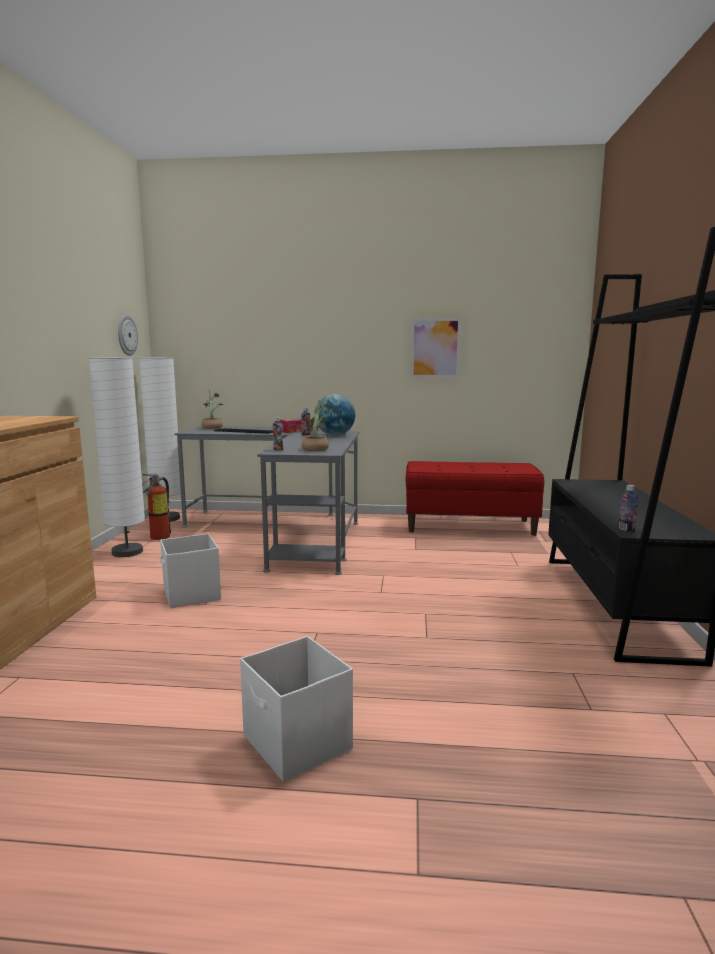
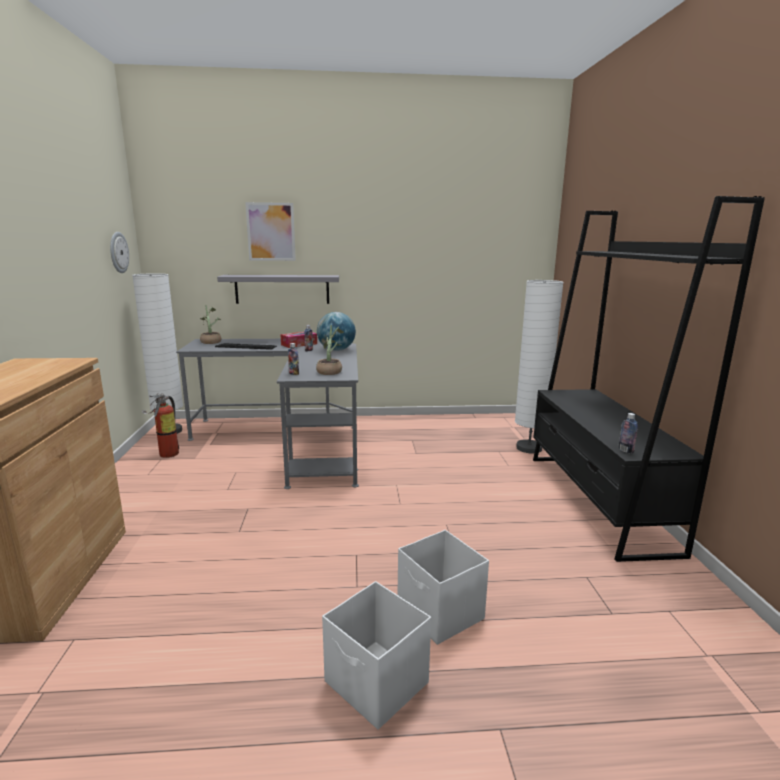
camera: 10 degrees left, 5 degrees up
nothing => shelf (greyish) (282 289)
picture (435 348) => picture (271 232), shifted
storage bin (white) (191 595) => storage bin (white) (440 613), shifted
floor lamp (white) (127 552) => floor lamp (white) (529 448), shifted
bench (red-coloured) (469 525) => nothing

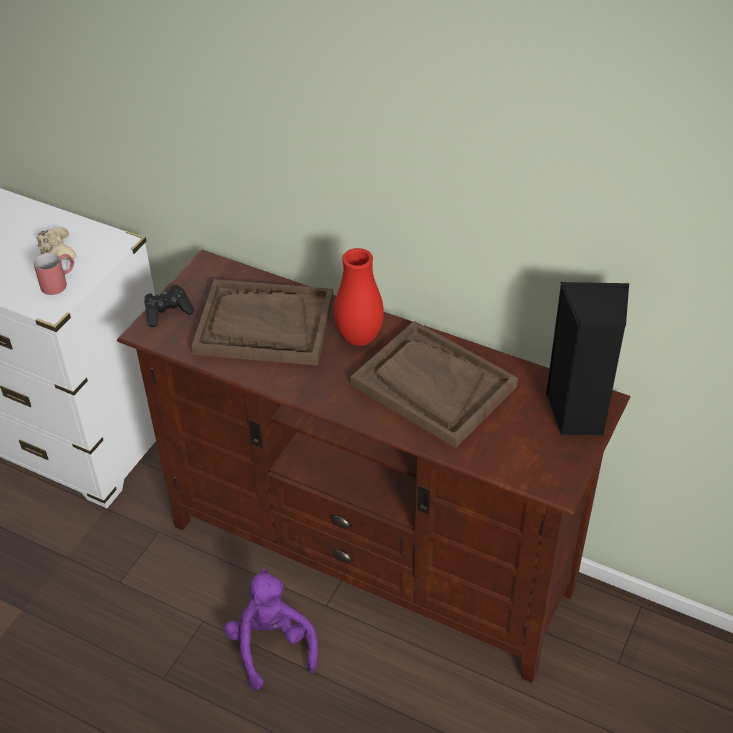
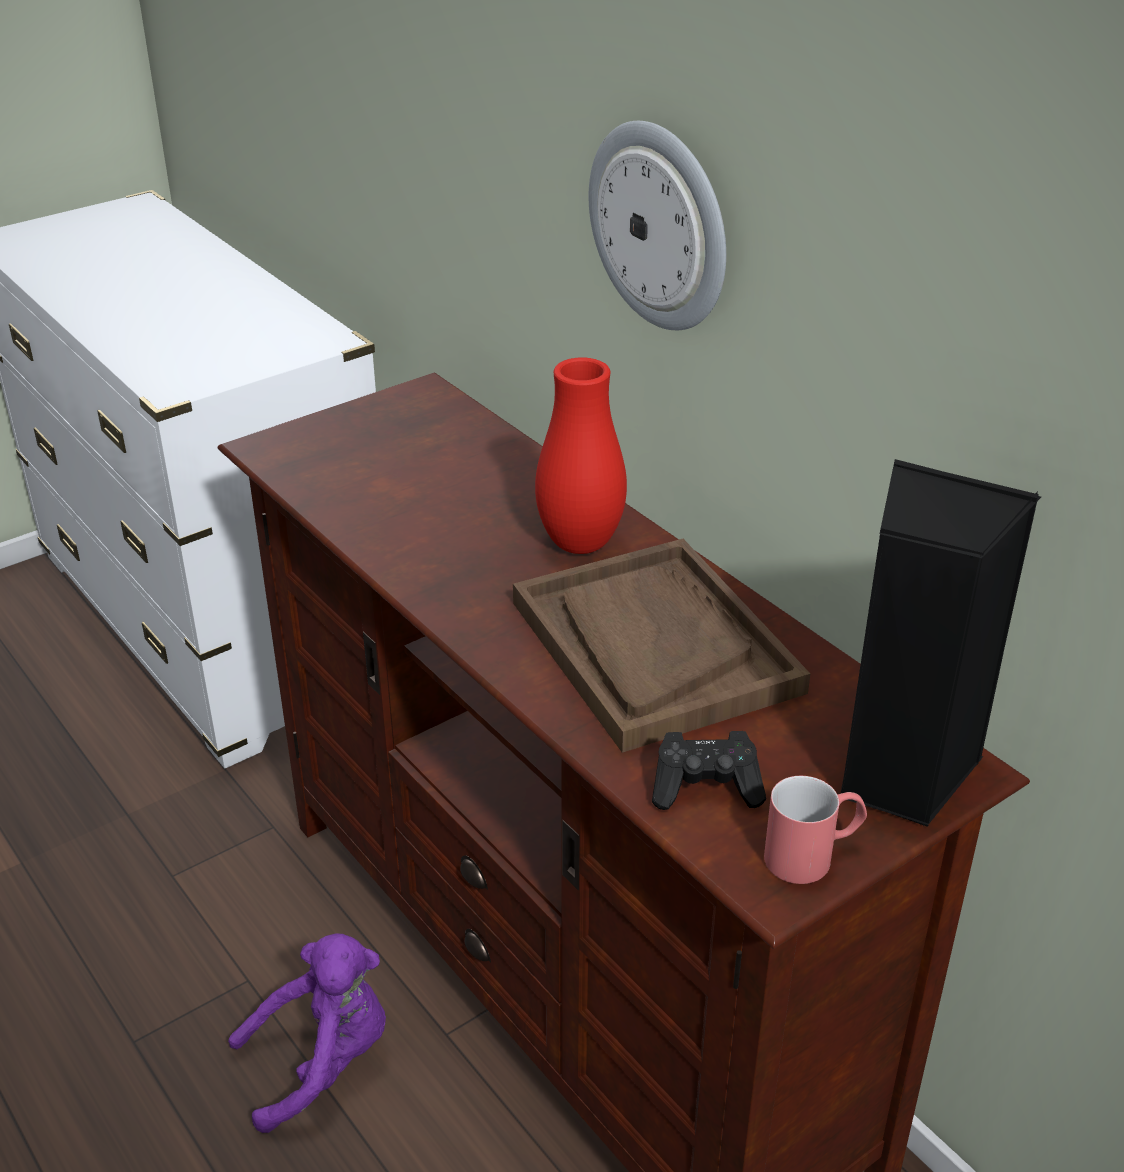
camera: 25 degrees right, 10 degrees down
soft toy (purple-coloured) (271 645) => soft toy (purple-coloured) (322 1062), 60 degrees clockwise
nothing => hanging clock (660 226)
joypad (blackish) (168 313) => joypad (blackish) (706 788), shifted
mug (red-coloured) (59 283) => mug (red-coloured) (813 855), shifted
joypad (beige) (56 250) => nothing
tray (brown-coloured) (264 325) => nothing

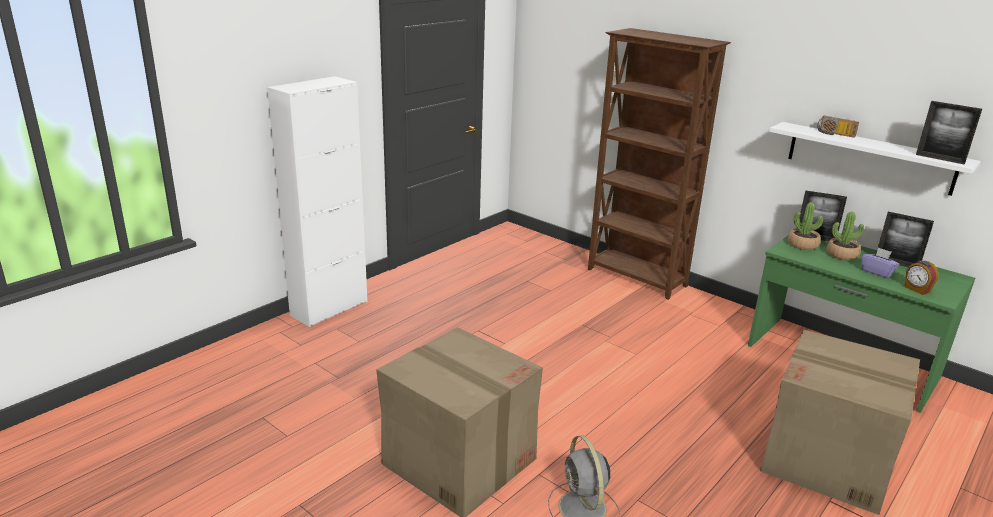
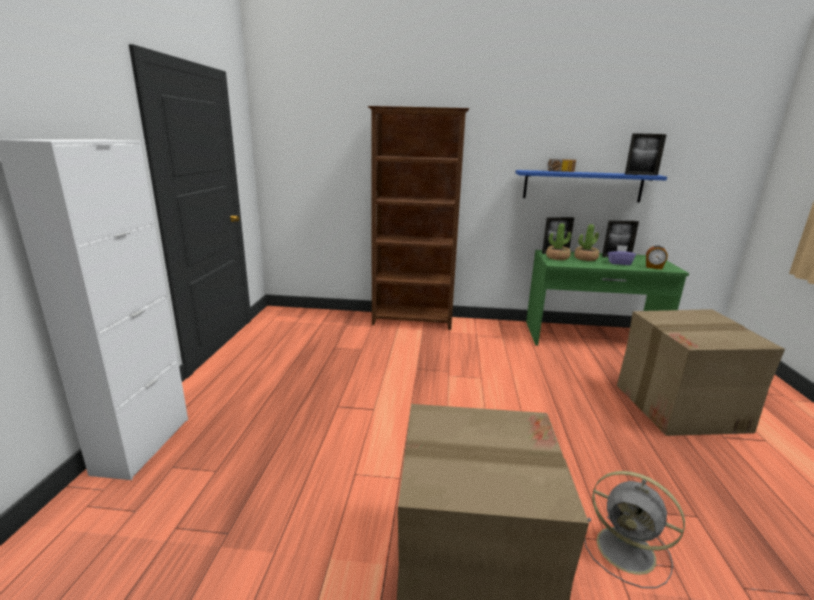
camera: 35 degrees left, 5 degrees down
shelf (white) (869 158) => shelf (blue) (582 186)

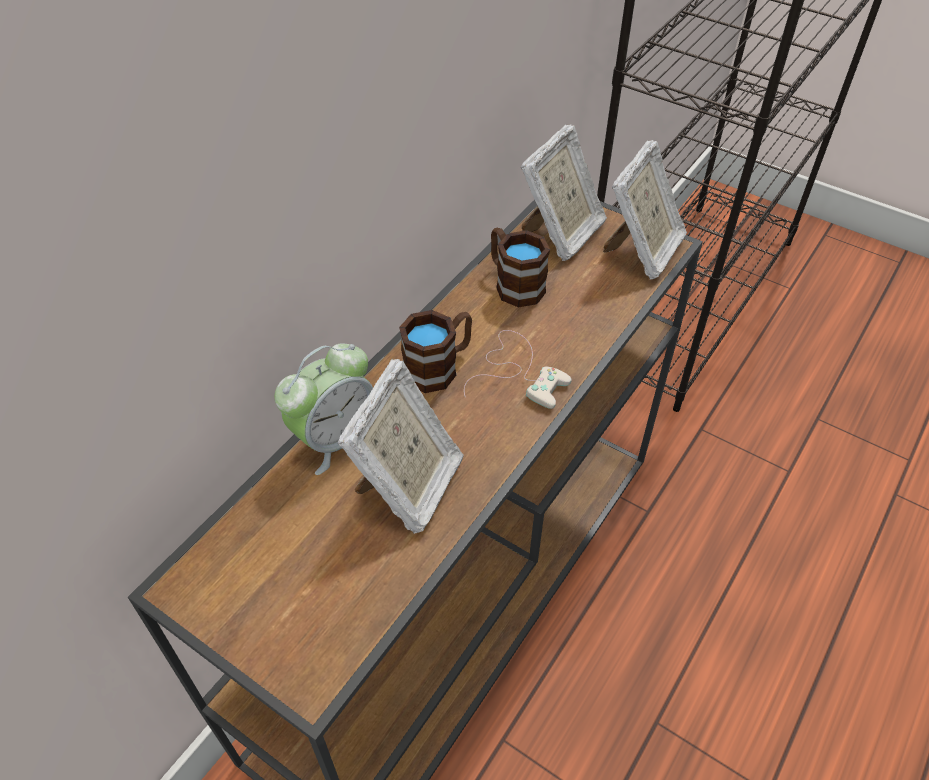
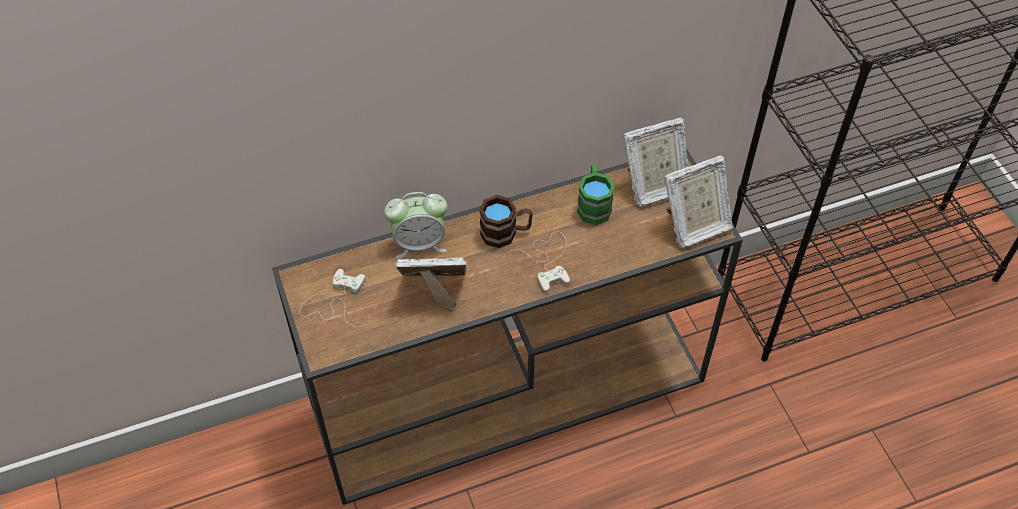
camera: 35 degrees right, 5 degrees up
nothing => joypad (white) (335 301)
standing frame (408 487) => standing frame (435 290), 150 degrees counterclockwise
mug (brown-coloured) (514 284) => mug (greenish) (593 204)

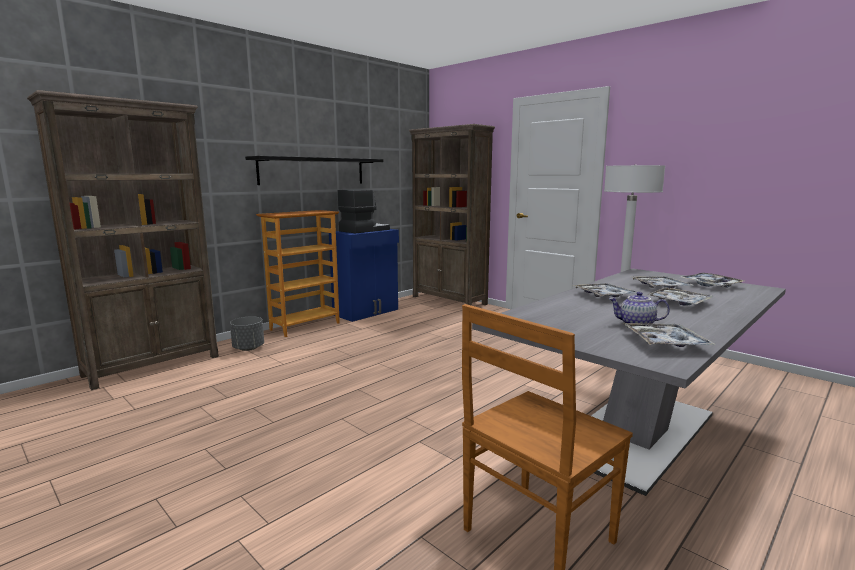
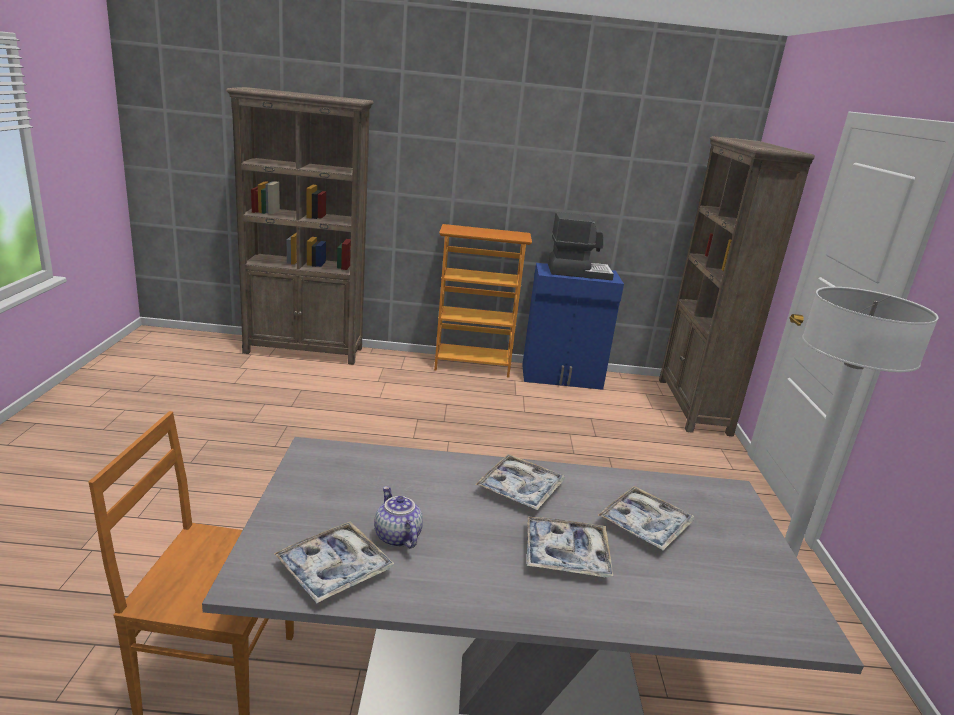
camera: 45 degrees right, 10 degrees up
planter (greyish) (248 348) => nothing
shelf (blackish) (313 171) => nothing
tray (710 285) => nothing

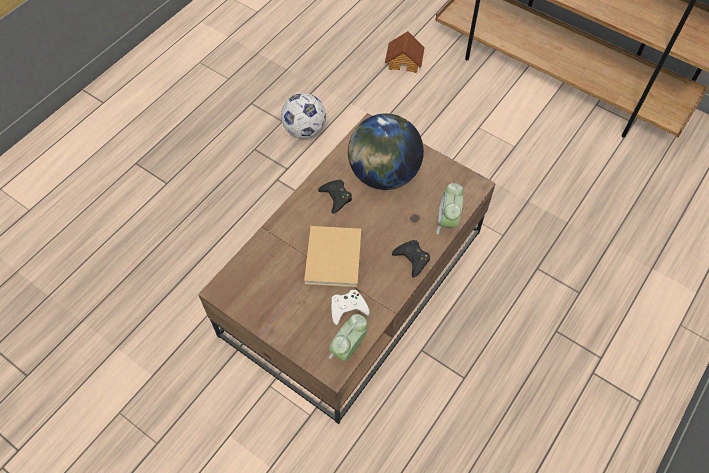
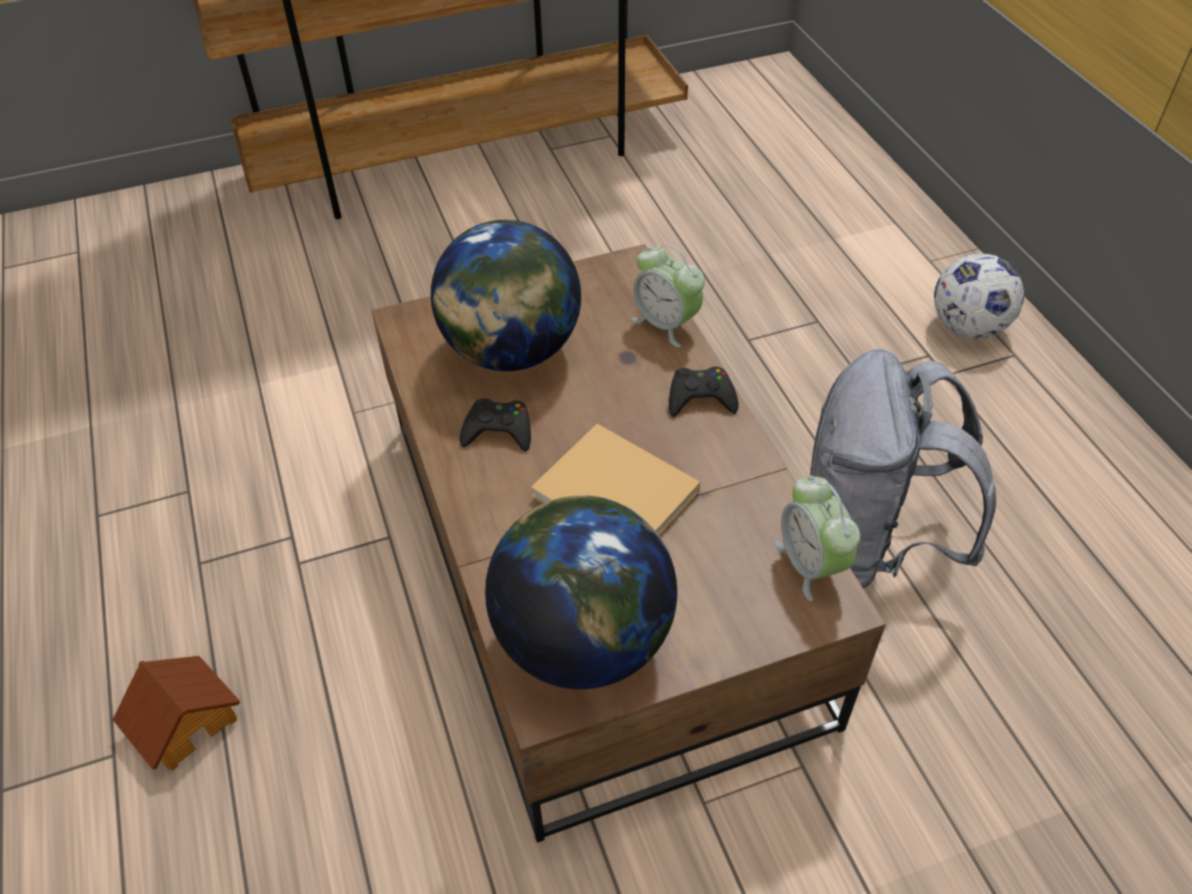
camera: 55 degrees left, 10 degrees down
model house (404 61) => model house (184 720), shifted
nothing => desk globe (583 639)
nothing => knapsack (greyish) (870 544)
football (304 130) => football (967 327), shifted
joypad (white) (348 308) => nothing

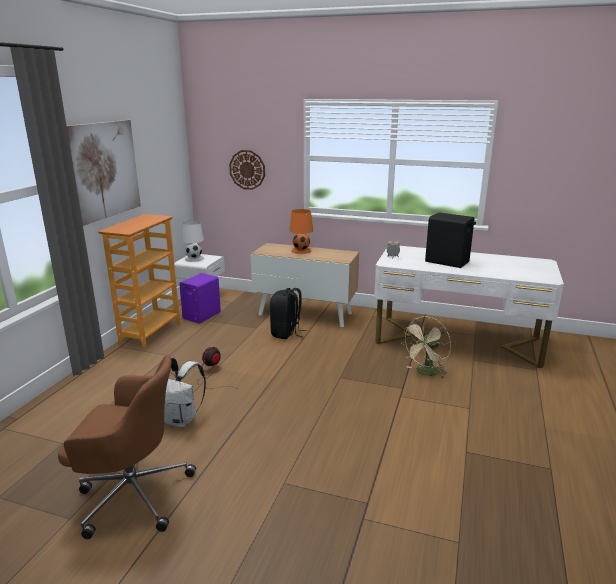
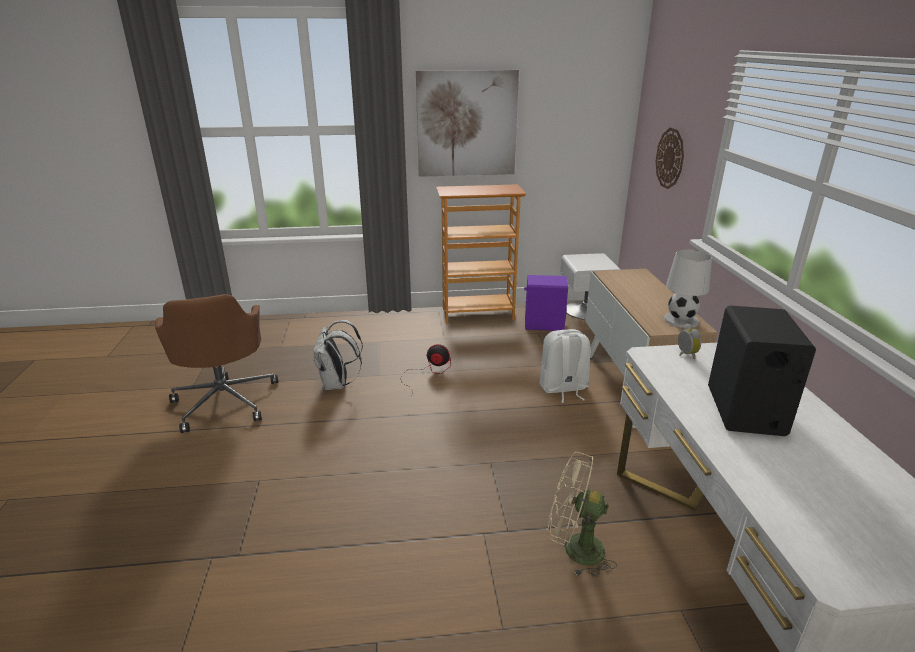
camera: 65 degrees right, 5 degrees up
knapsack (blackish) (286 333) => knapsack (white) (563 388)
tabletop lamp (white) (194 258) => tabletop lamp (white) (681 320), shifted
tabletop lamp (orangey) (301 250) => nothing

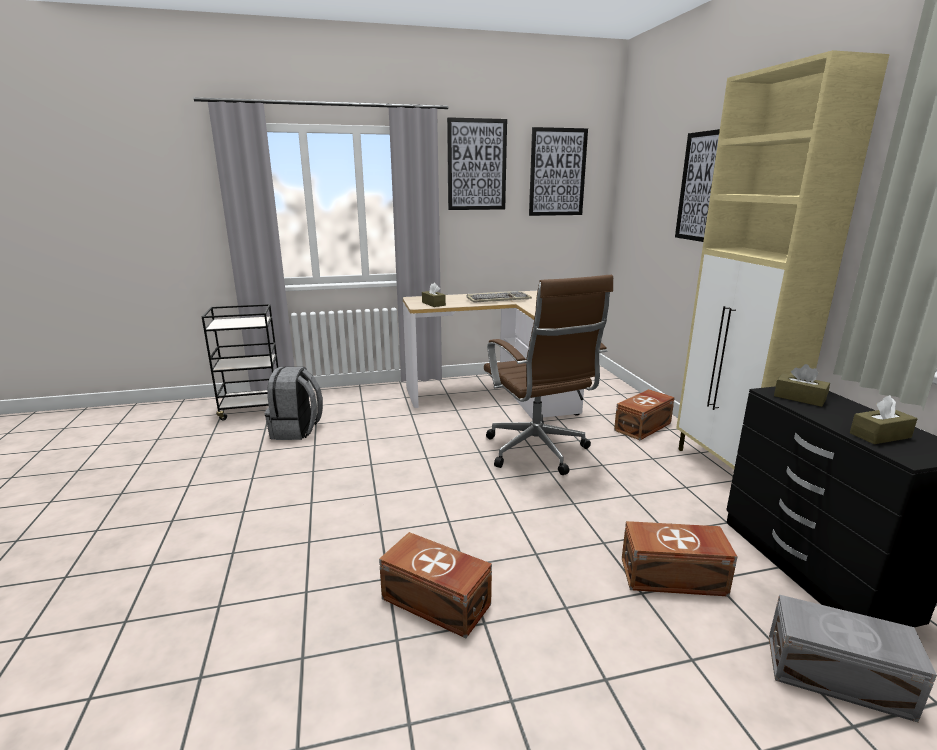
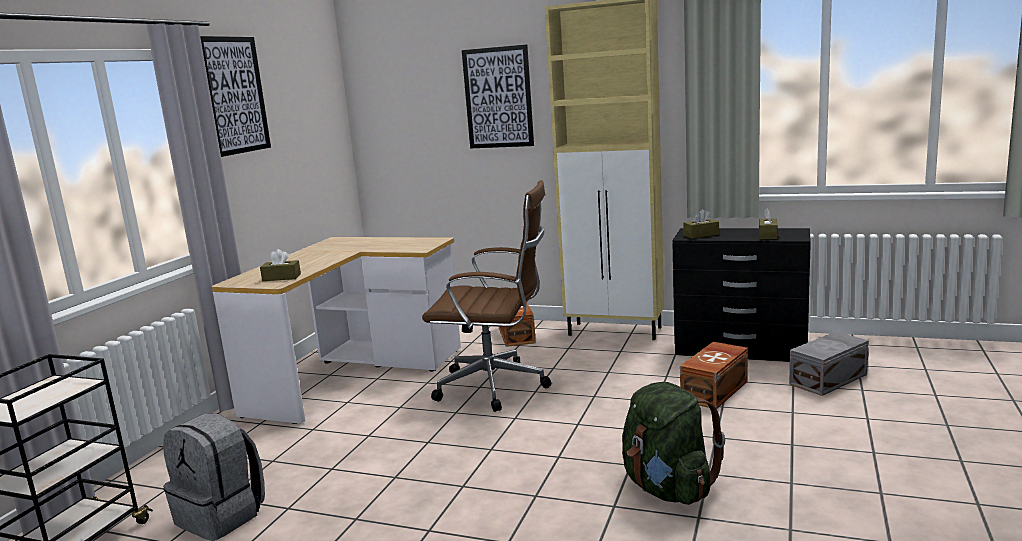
camera: 55 degrees left, 5 degrees down
storage bin (brown-coloured) (436 603) => knapsack (greenish) (668 489)
PC keyboard (498 299) => nothing
picture (557 172) => nothing

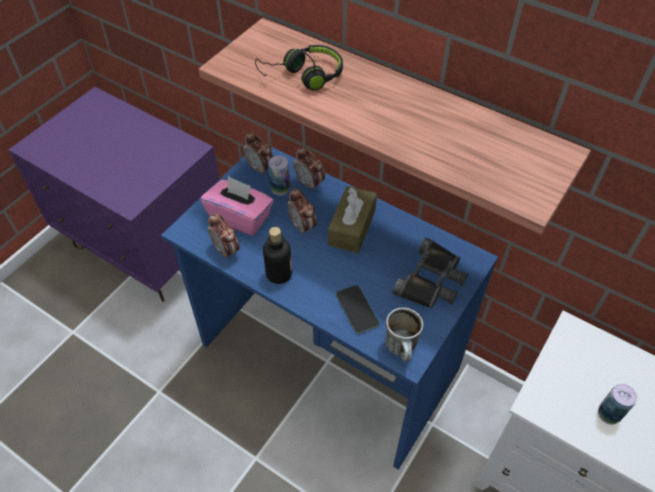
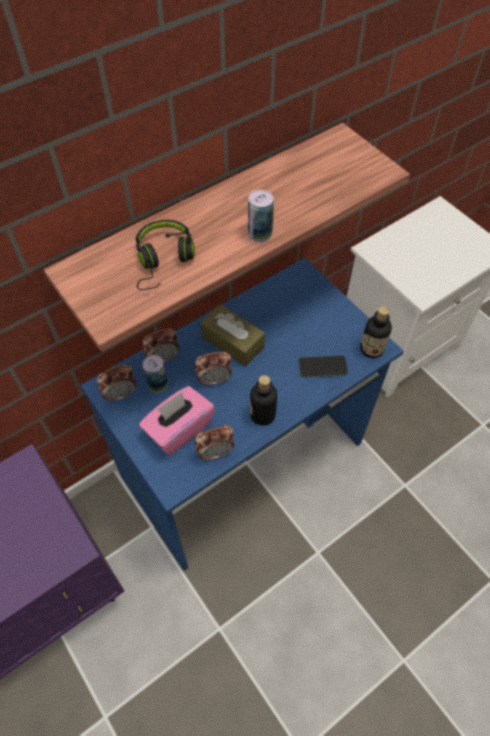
camera: 70 degrees left, 5 degrees up
can (608 414) => can (260 234), shifted
mug (402 350) => drink bottle (371 349)
field glasses (blackish) (432 281) => nothing

